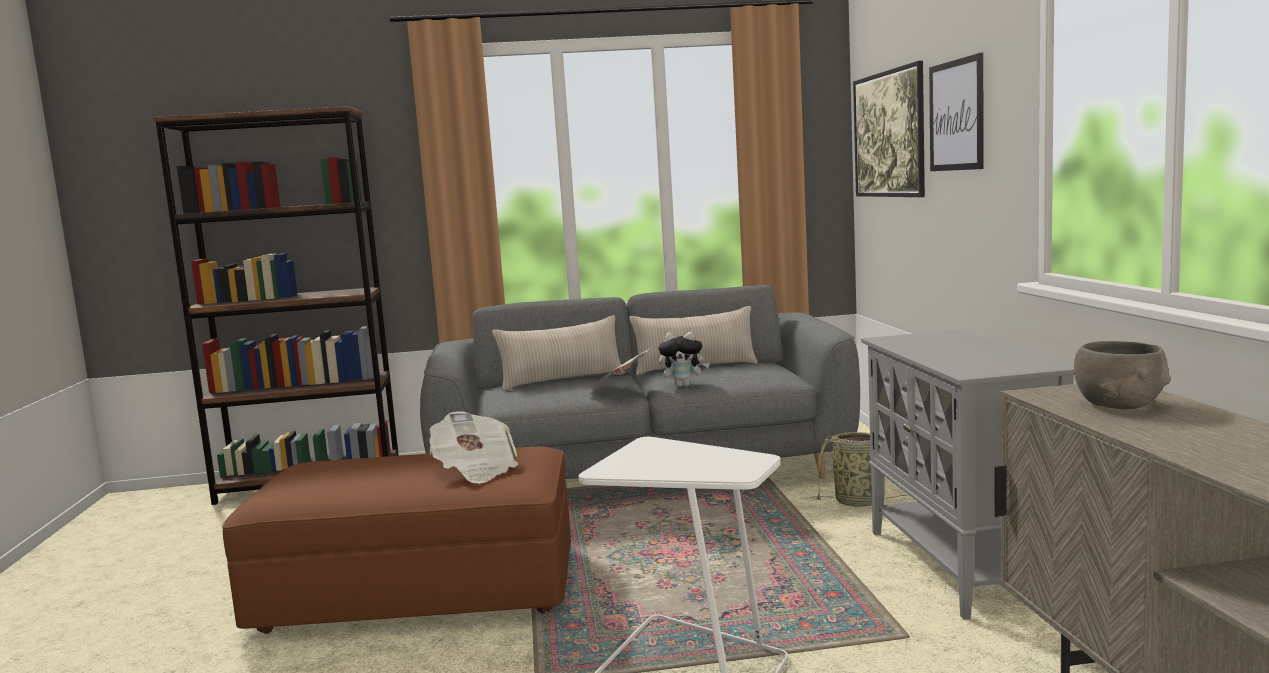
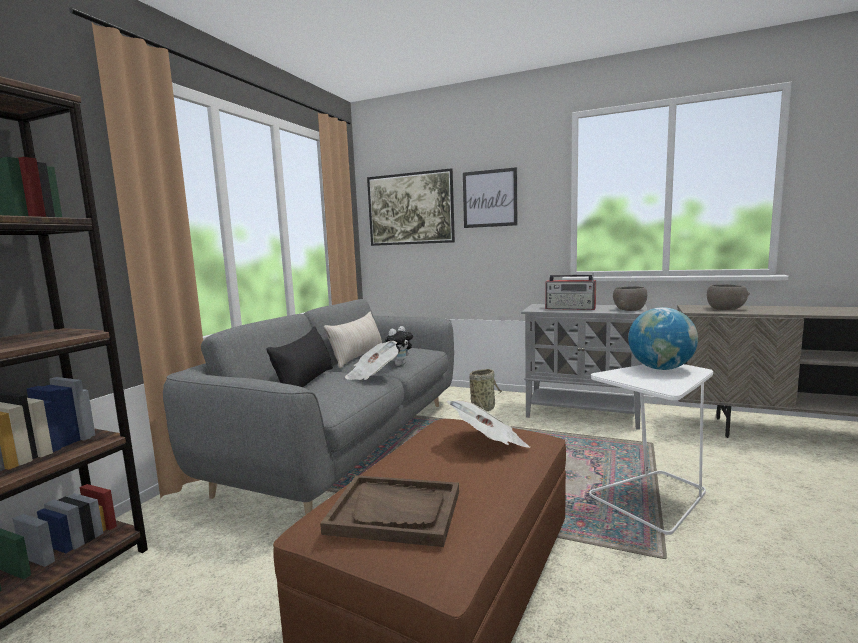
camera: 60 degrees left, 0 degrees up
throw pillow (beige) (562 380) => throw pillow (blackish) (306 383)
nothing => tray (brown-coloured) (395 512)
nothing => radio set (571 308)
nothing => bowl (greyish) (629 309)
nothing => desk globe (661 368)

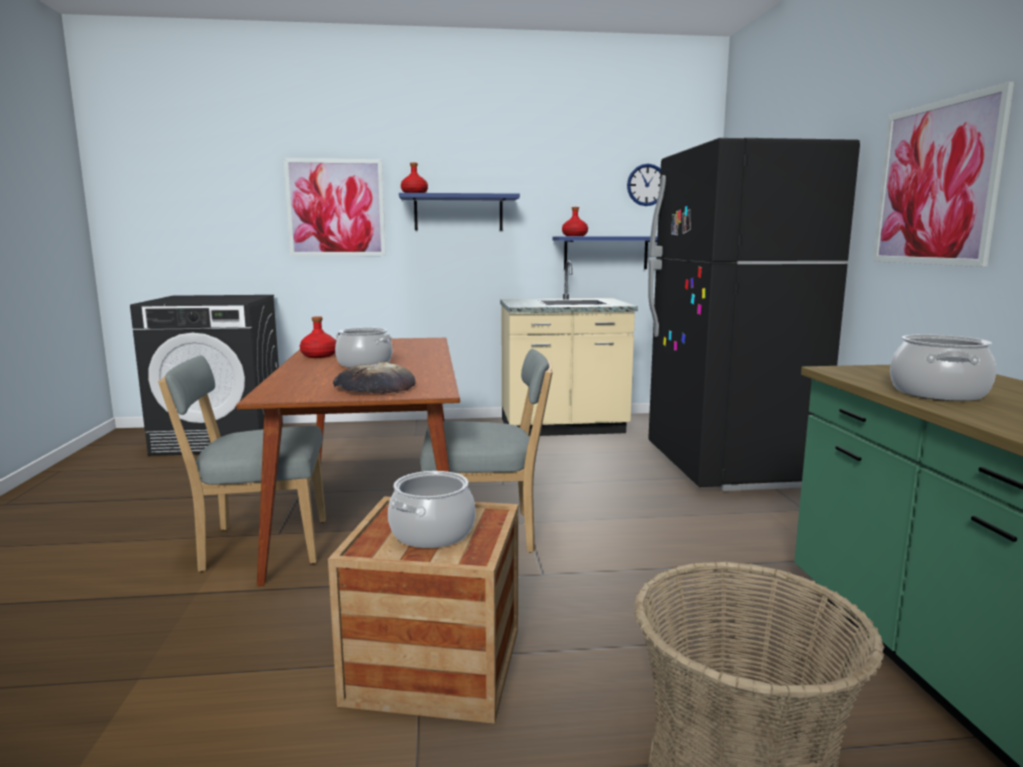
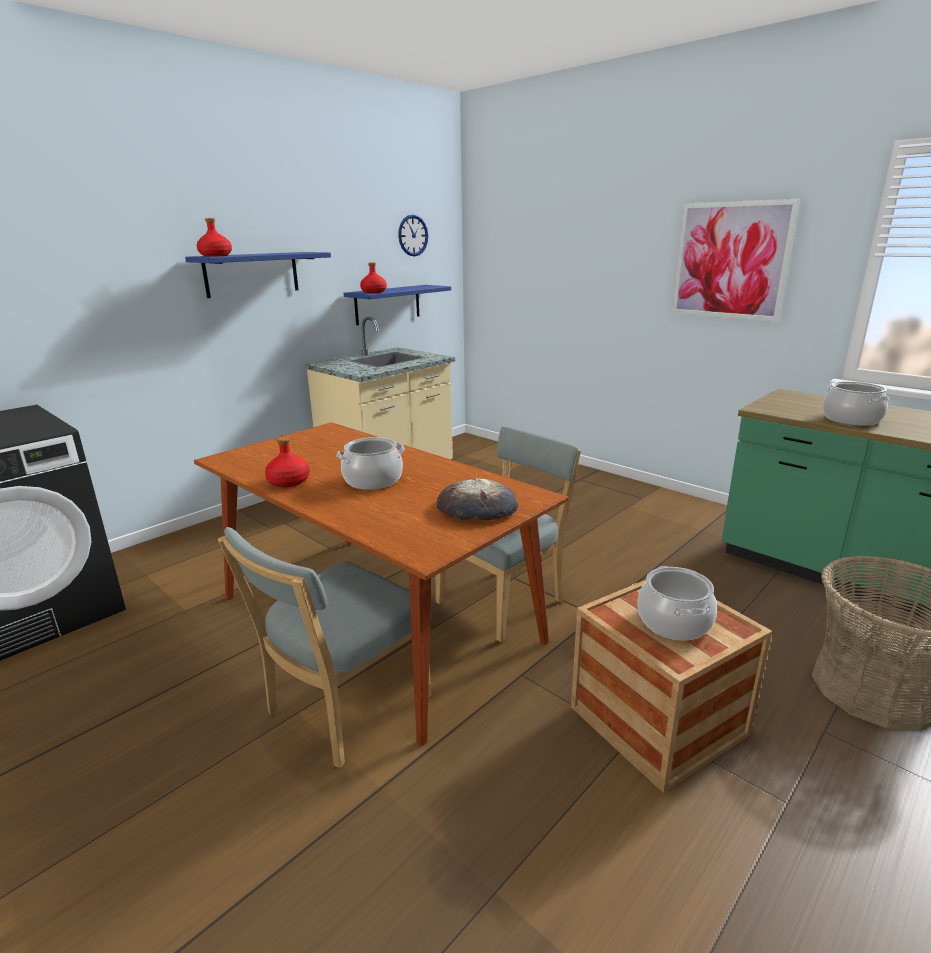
camera: 40 degrees left, 10 degrees up
picture (336 208) => nothing
fridge (blackish) (727 467) => nothing

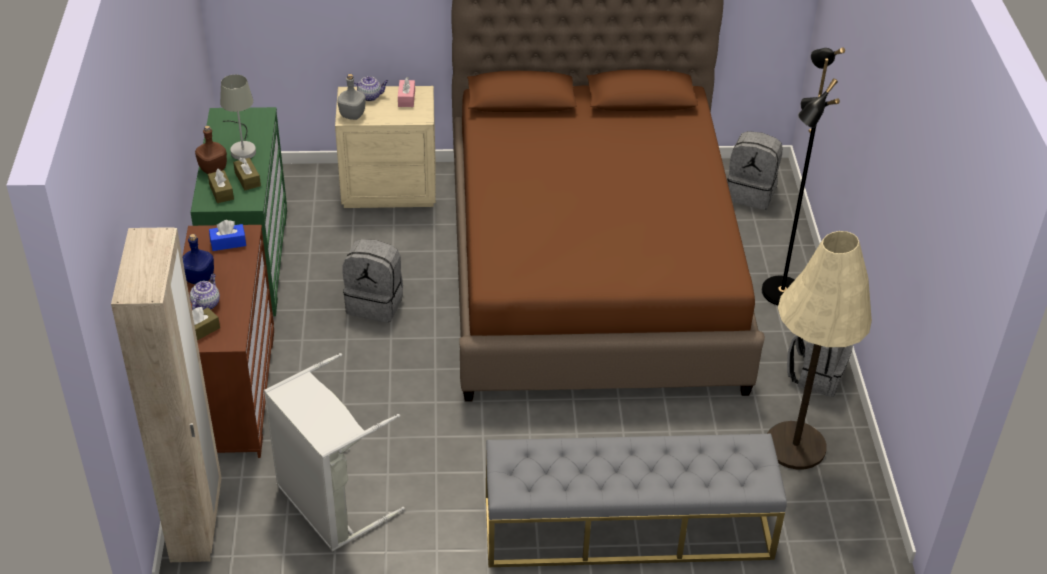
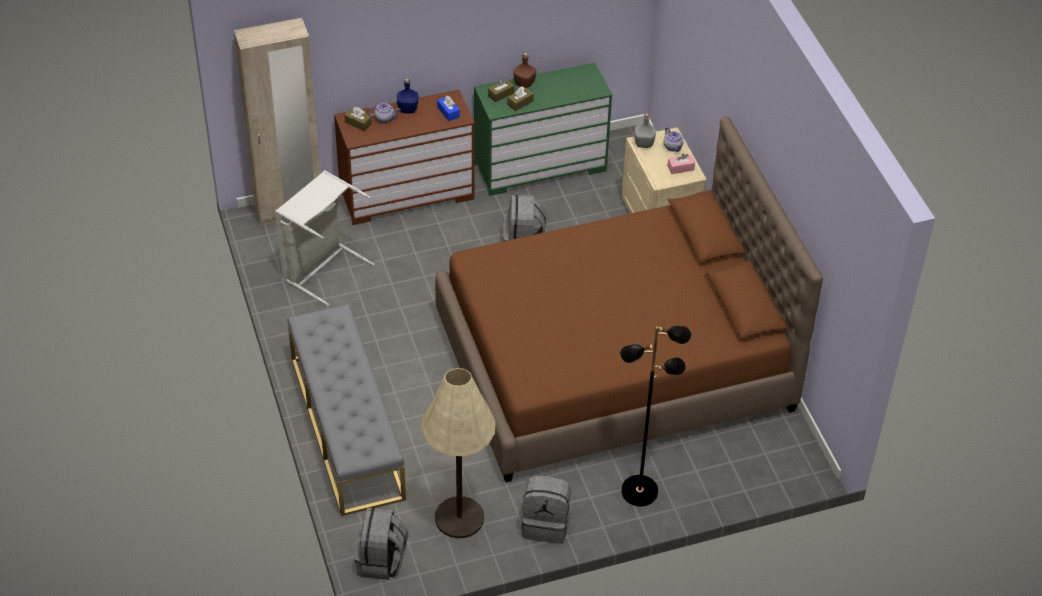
camera: 75 degrees right, 5 degrees up
knapsack (greyish) (751 193) => knapsack (greyish) (381 561), shifted
tabletop lamp (greyish) (242 147) => nothing

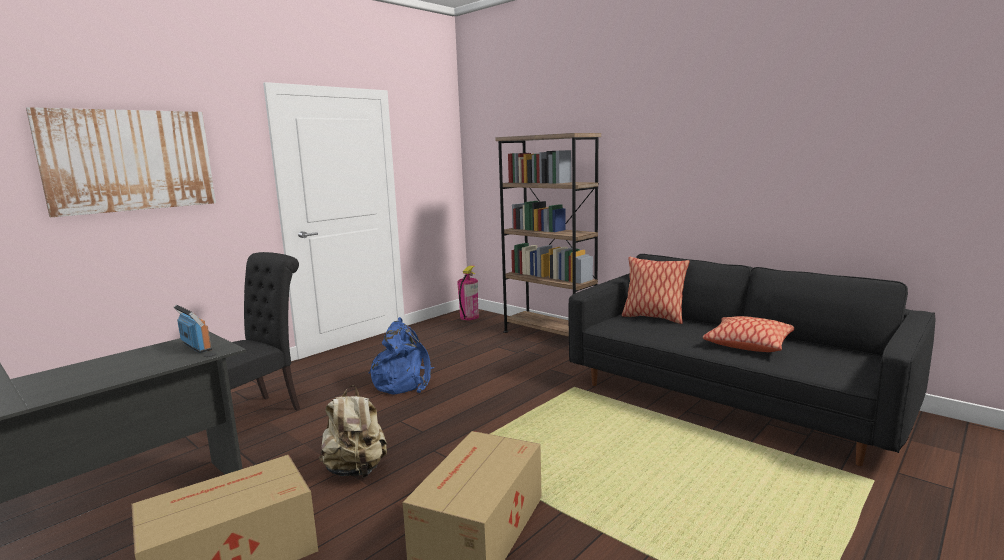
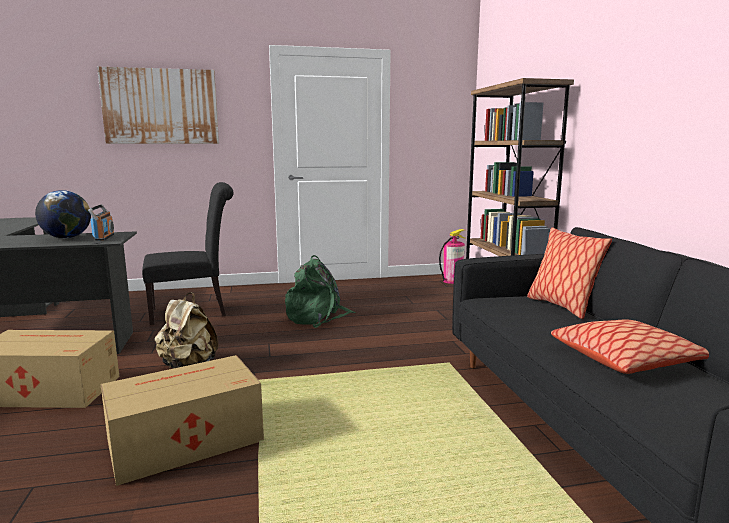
camera: 35 degrees right, 0 degrees up
nothing => desk globe (66 238)
knapsack (blue) (404 382) => knapsack (greenish) (318 317)

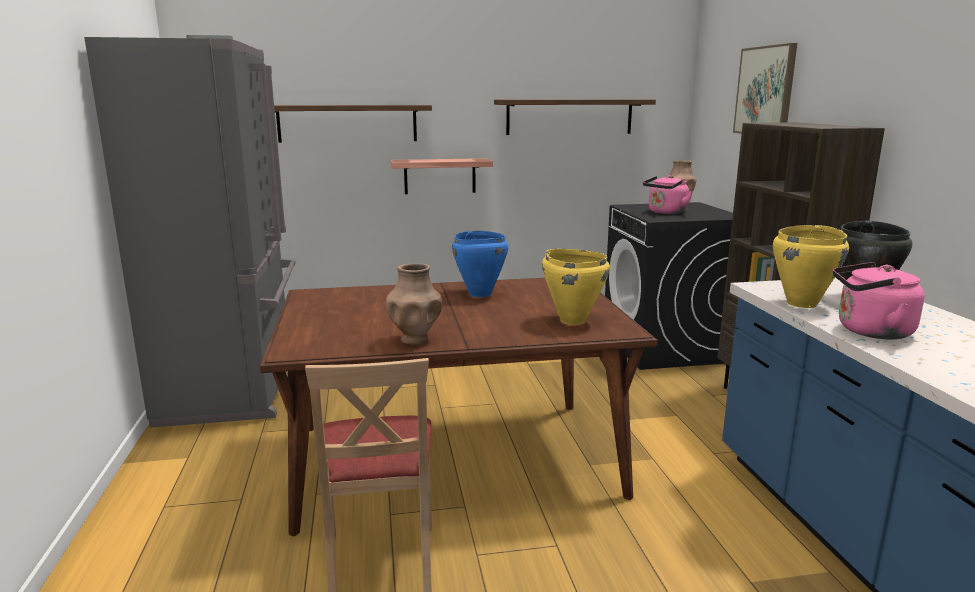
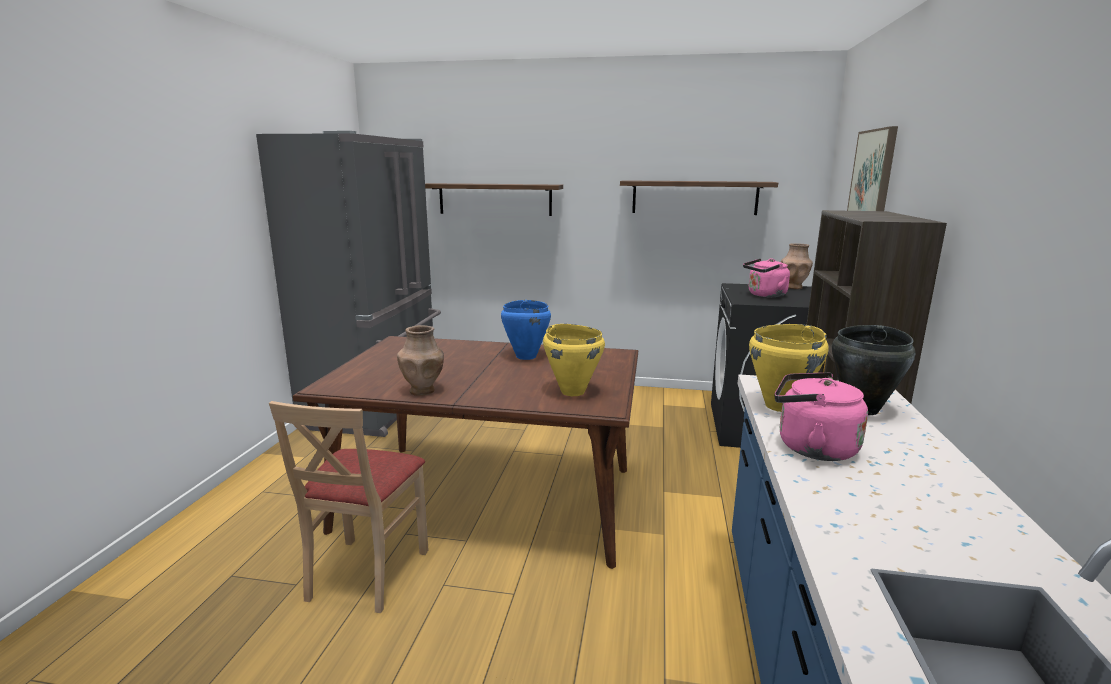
camera: 20 degrees right, 0 degrees up
shelf (440 176) => nothing

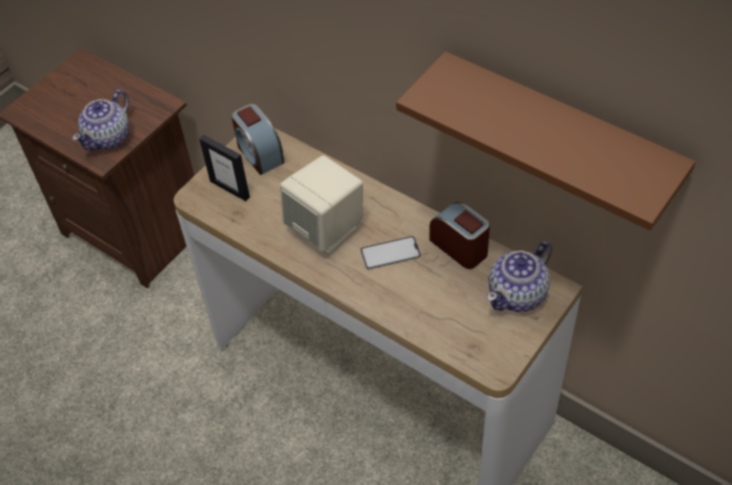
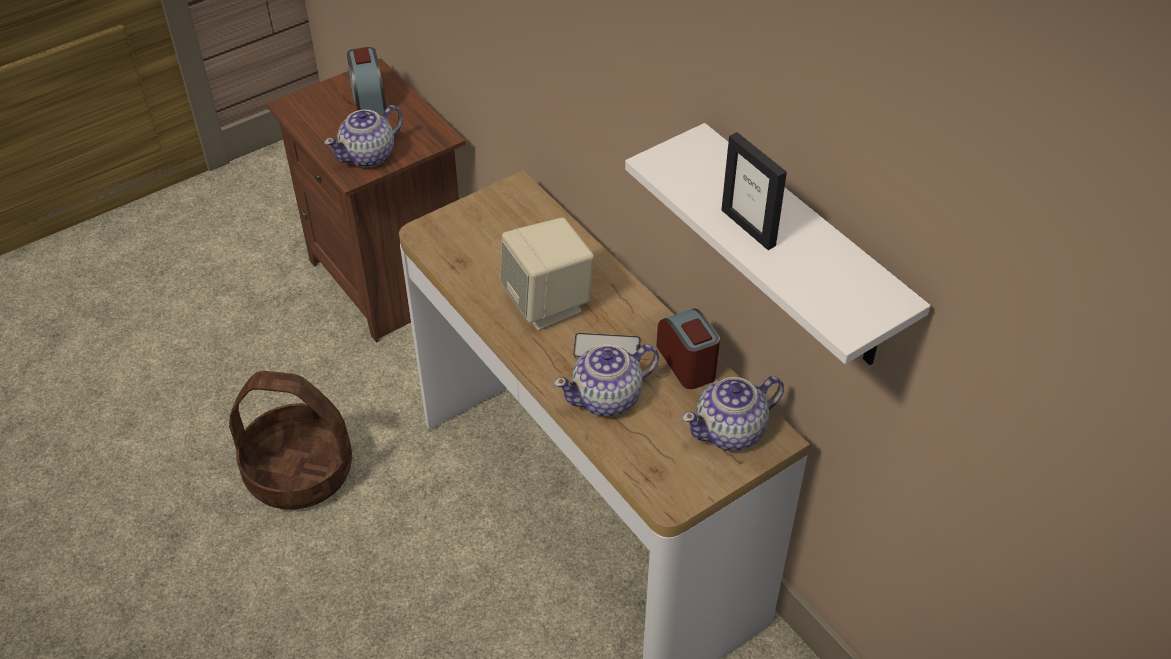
camera: 15 degrees right, 5 degrees down
nothing => storage basket (300 471)
alarm clock (259 153) => alarm clock (368 99), shifted
nothing => teapot (607 398)
shelf (brown-coloured) (558 139) => shelf (white) (802 252)
standing frame (230 189) => standing frame (748 227), shifted

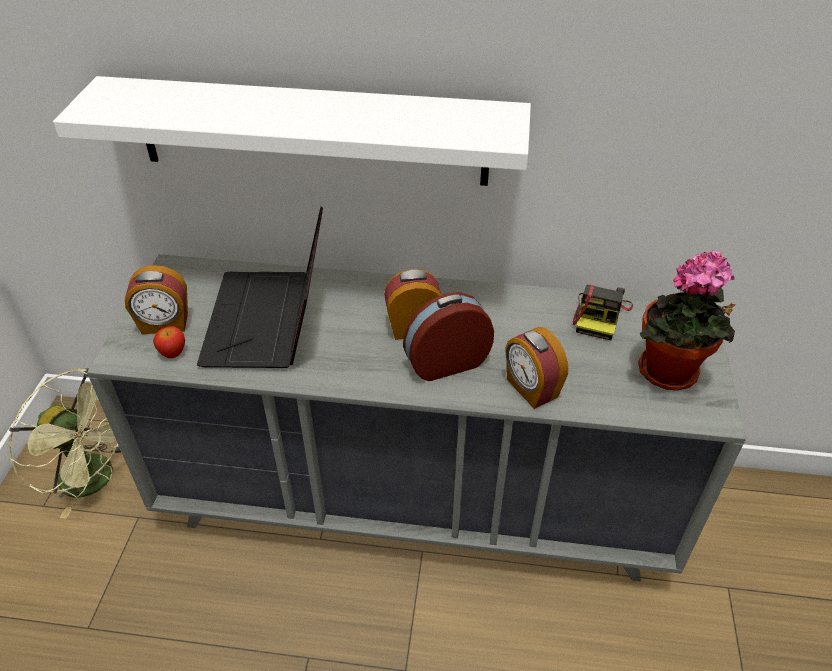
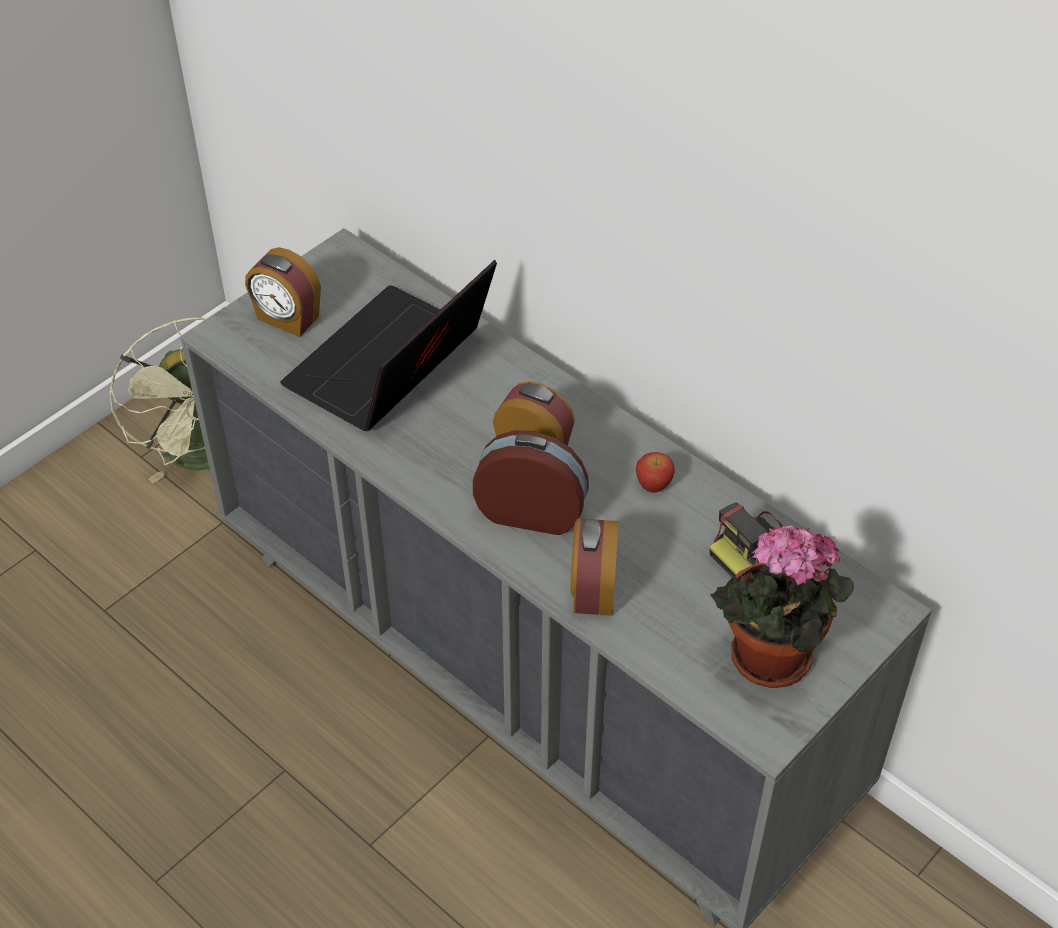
camera: 35 degrees right, 5 degrees up
whole apple (173 352) => whole apple (654 484), shifted
shelf (white) (312 131) => nothing

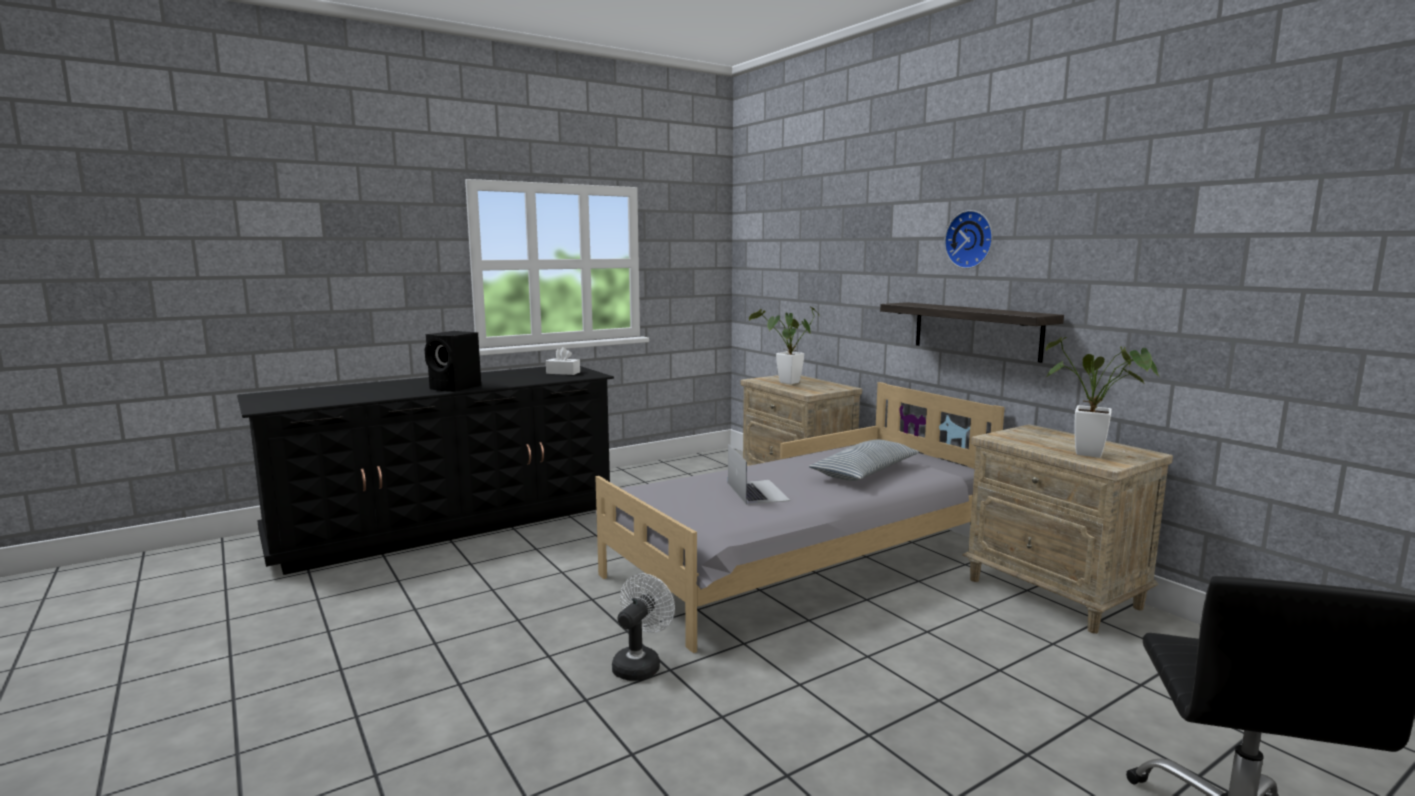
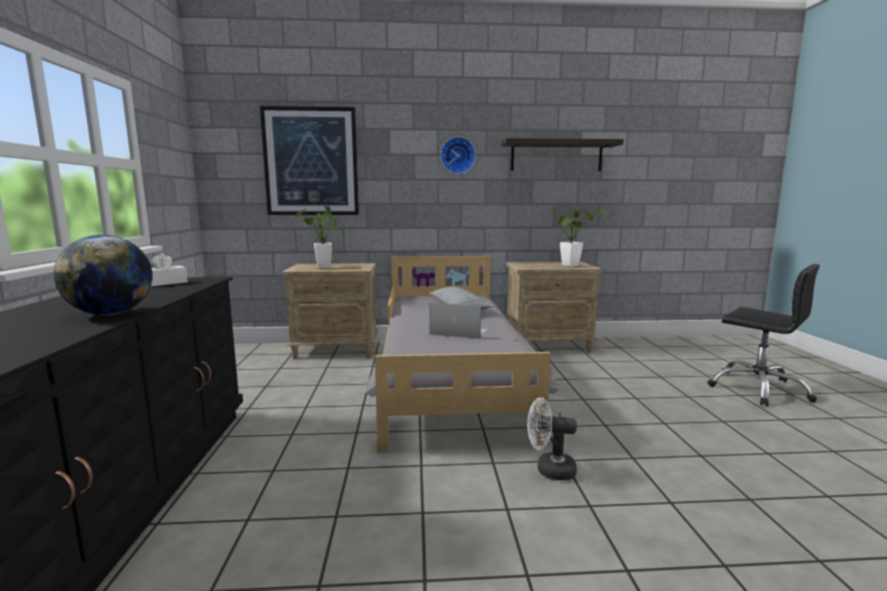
camera: 60 degrees left, 0 degrees up
audio speaker (blackish) (456 388) => desk globe (111 314)
nothing => picture (311 162)
shelf (976 330) => shelf (556 156), shifted
electric fan (white) (640 664) => electric fan (white) (549 470), 45 degrees counterclockwise

